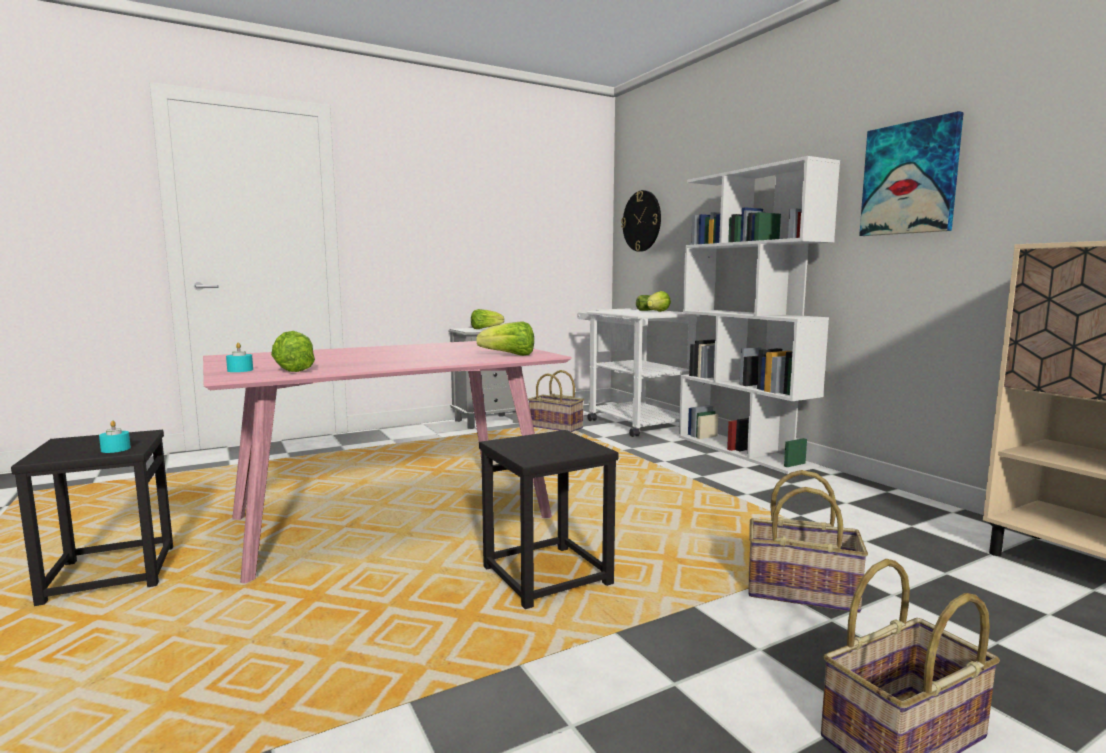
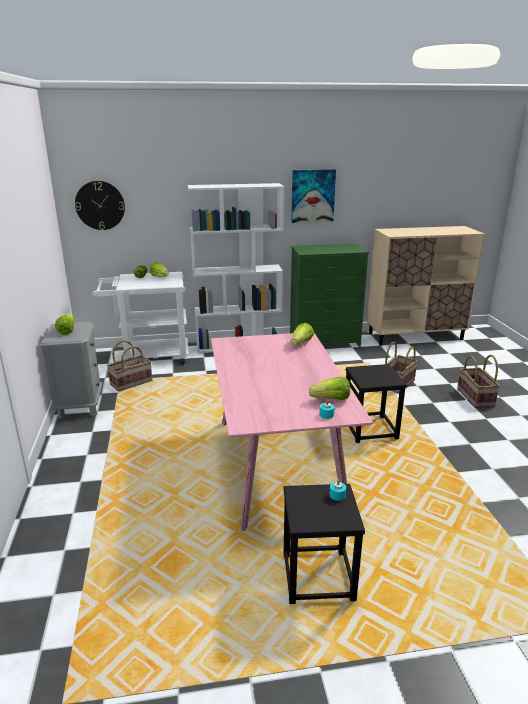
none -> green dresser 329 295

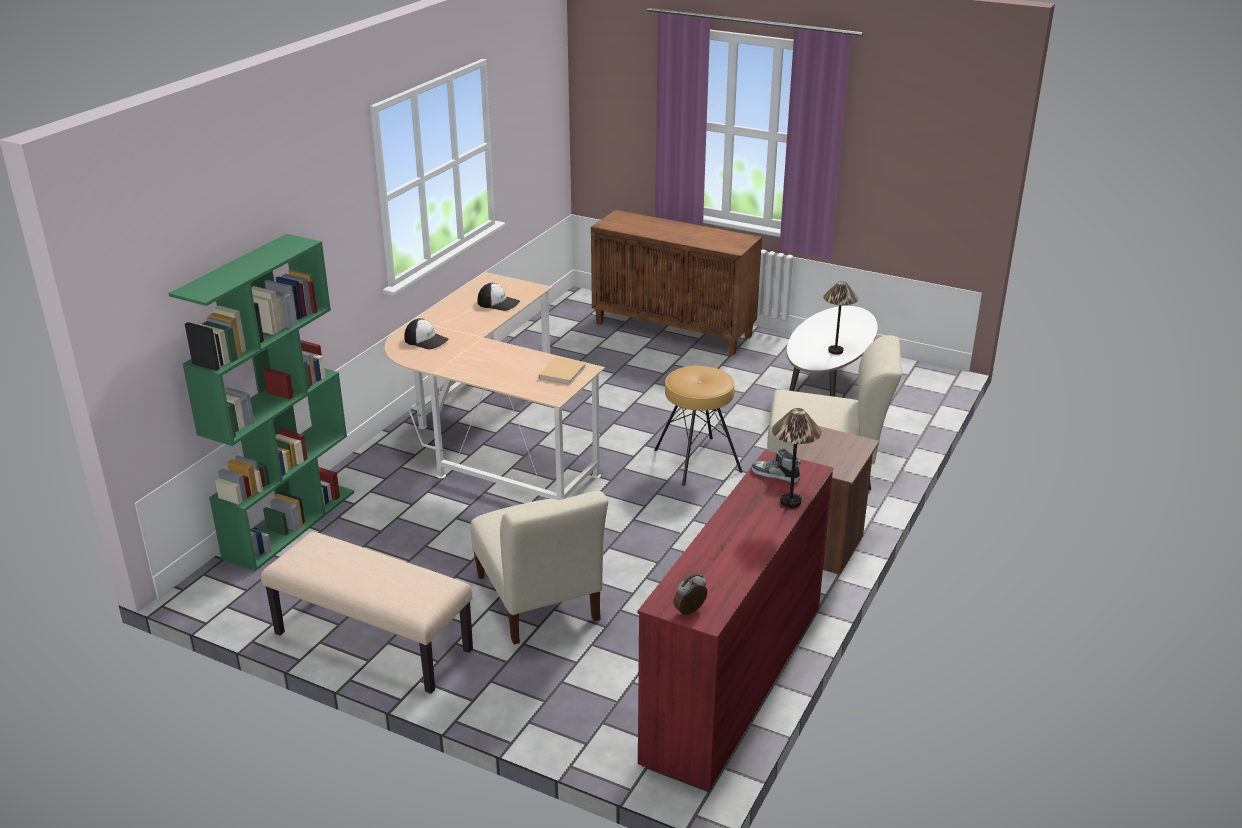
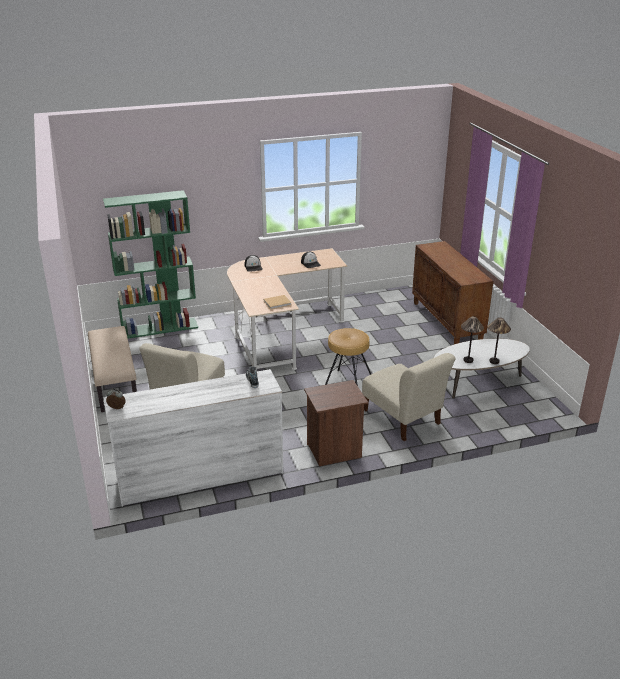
red dresser 735 621 -> white dresser 193 438
table lamp 797 458 -> table lamp 499 340, shifted

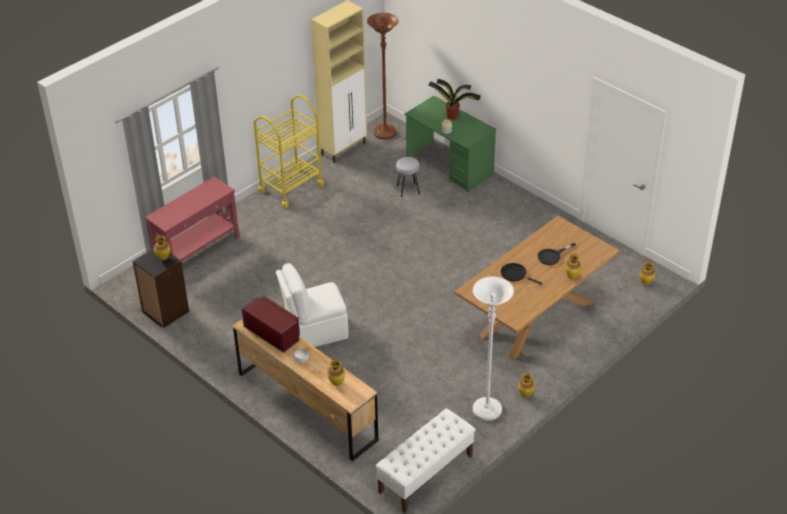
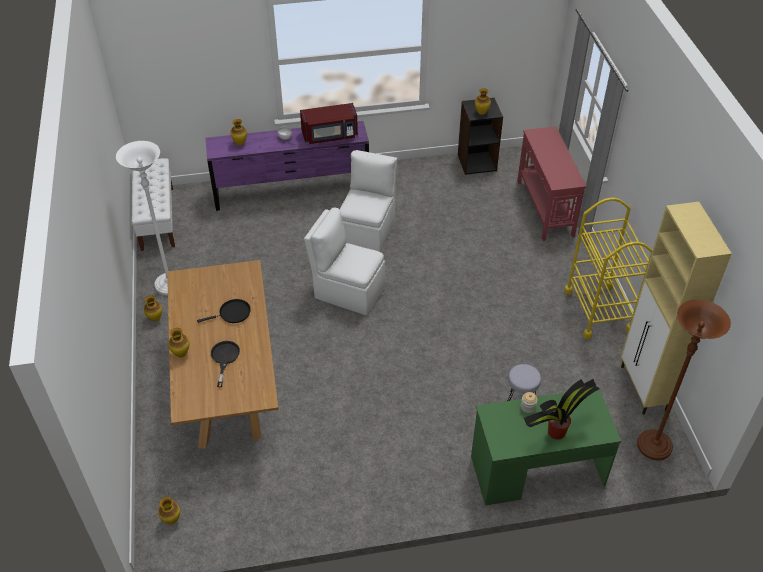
brown dresser 305 390 -> purple dresser 287 166
none -> white chair 344 261

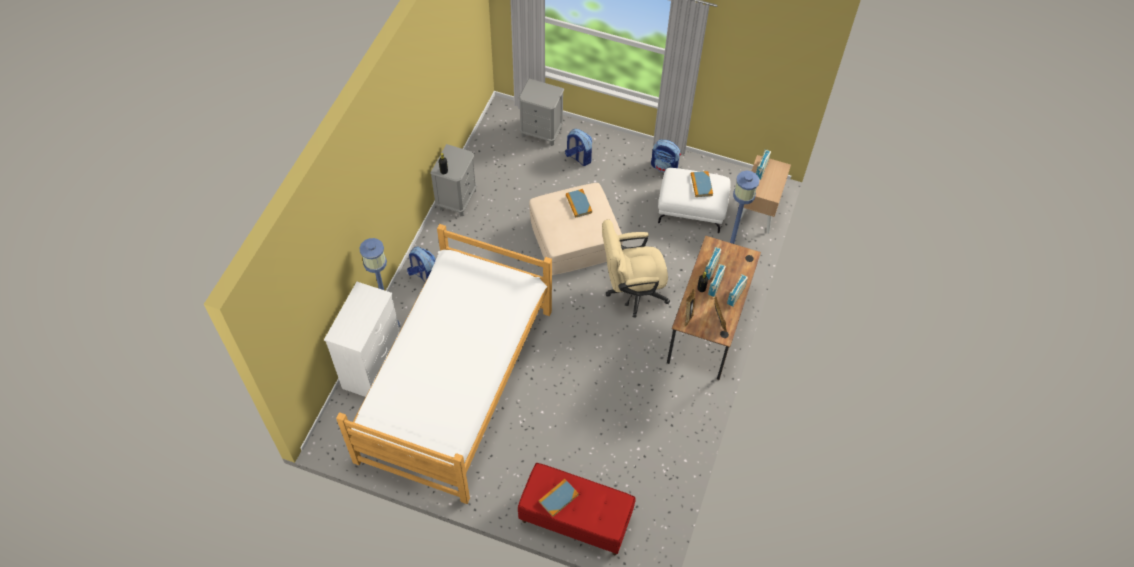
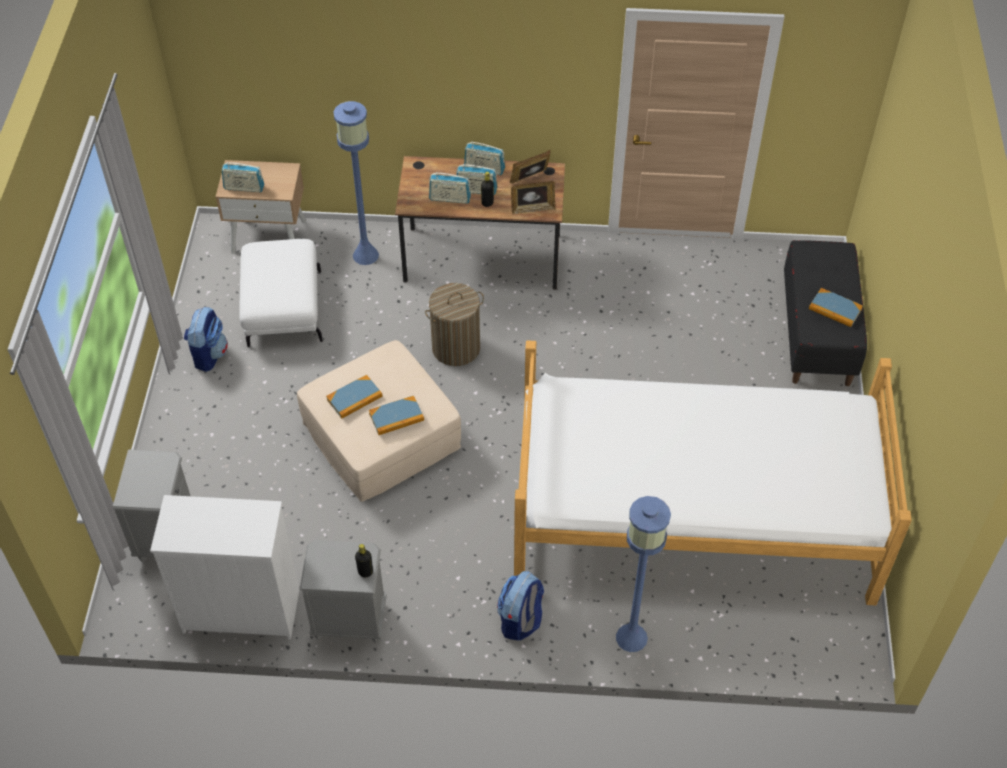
white dresser 362 339 -> white dresser 224 567, shifted
book 702 184 -> book 396 415, shifted
beige office chair 636 268 -> laundry basket 454 324
red bench 577 509 -> black bench 825 313
backpack 578 147 -> none

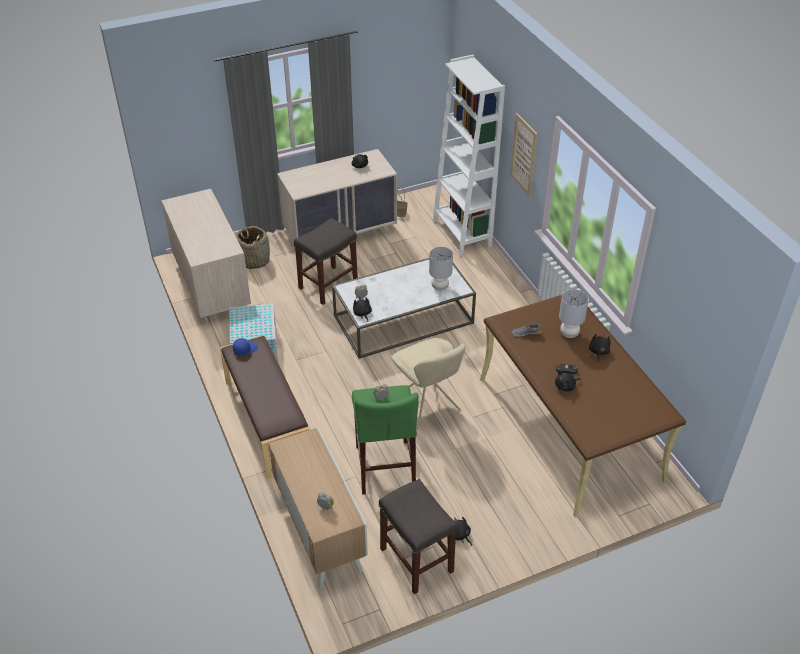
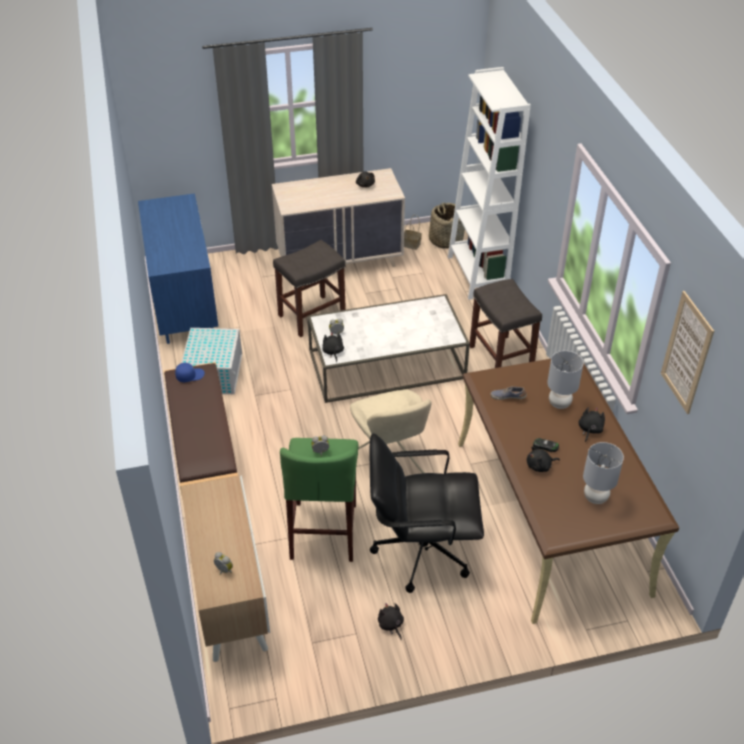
beige dresser 206 256 -> blue dresser 178 268
none -> black office chair 427 513
basket 253 247 -> basket 447 226, shifted
grey stool 418 536 -> grey stool 505 323, shifted
grey table lamp 441 269 -> grey table lamp 603 473, shifted
picture 523 154 -> picture 687 352, shifted

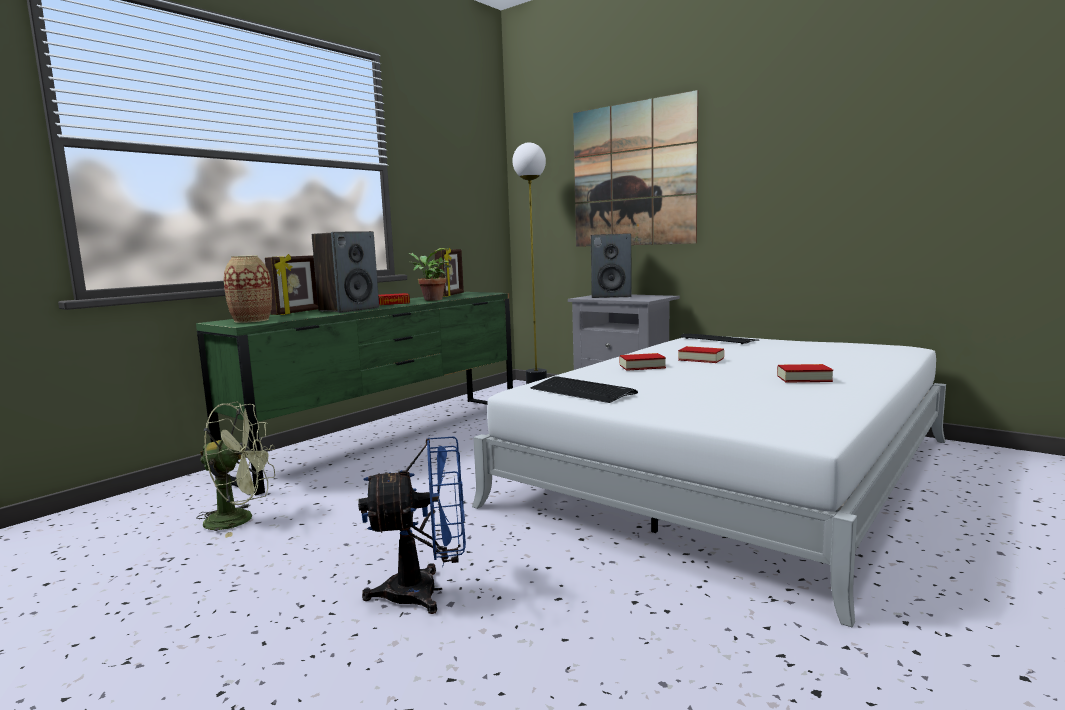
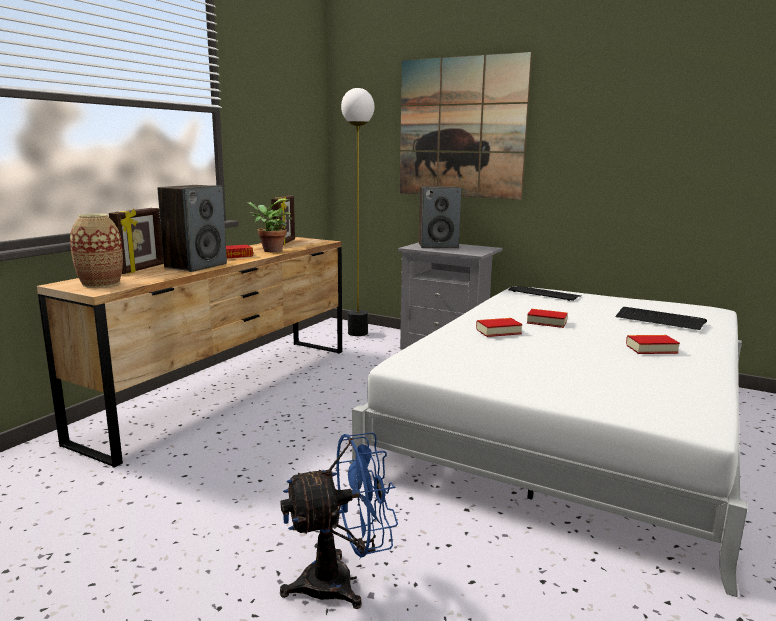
green dresser 354 394 -> brown dresser 189 352
keyboard 584 389 -> keyboard 661 318, shifted
green fan 236 470 -> none

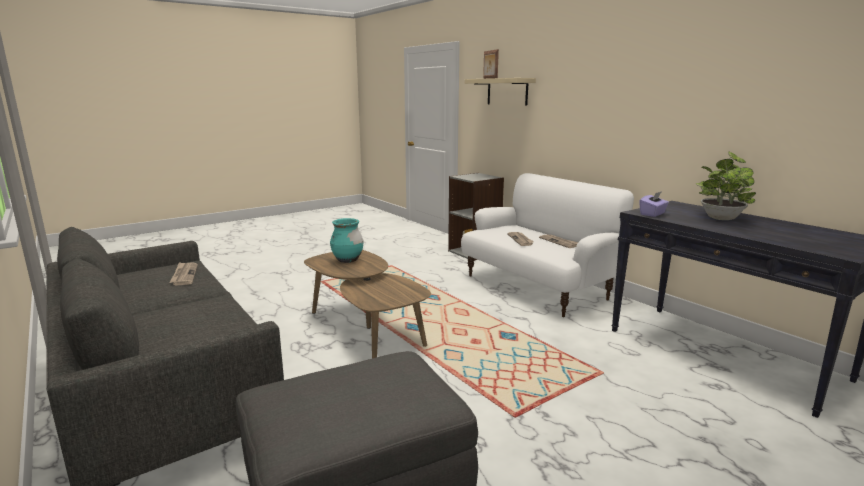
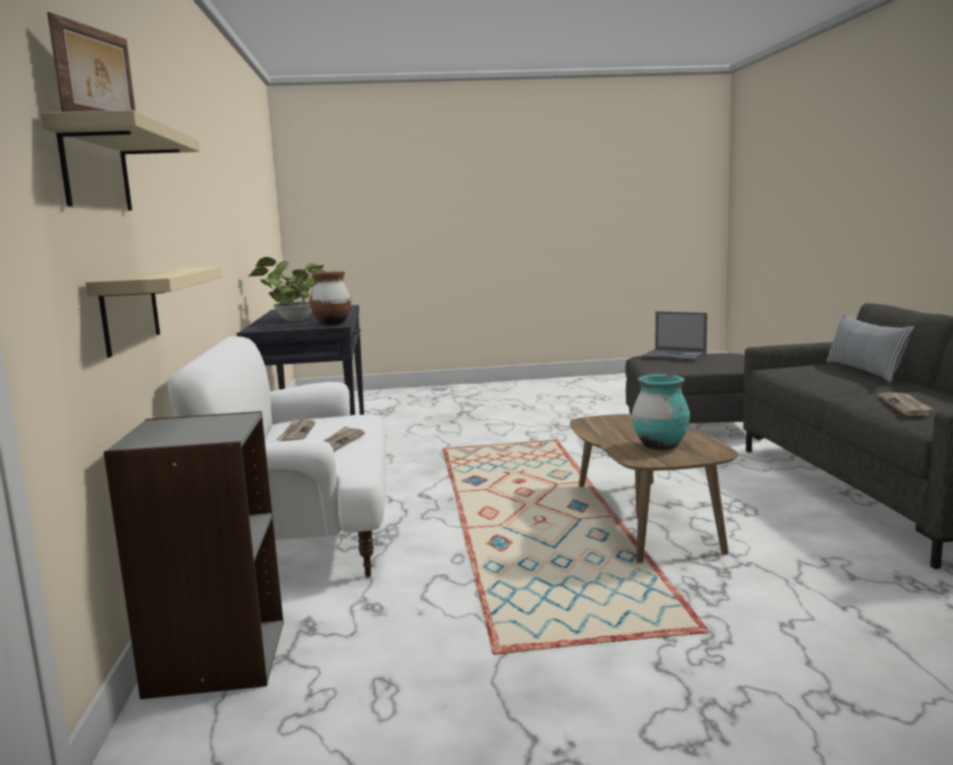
none -> beige shelf 153 312
purple tissue box 654 204 -> brown vase 330 298
none -> laptop 674 335
none -> pillow 870 348

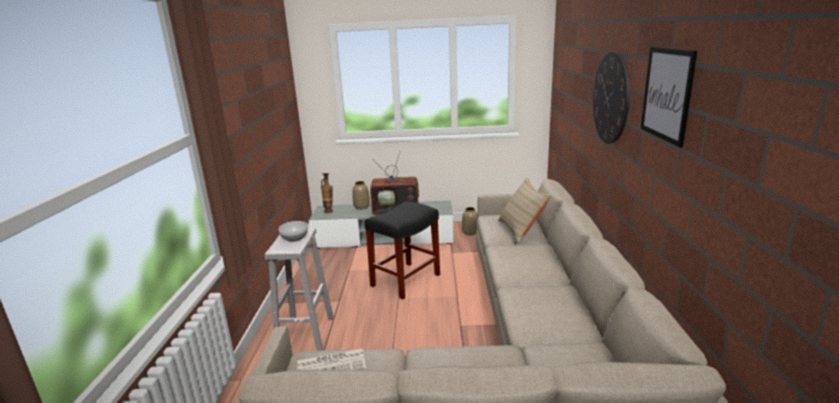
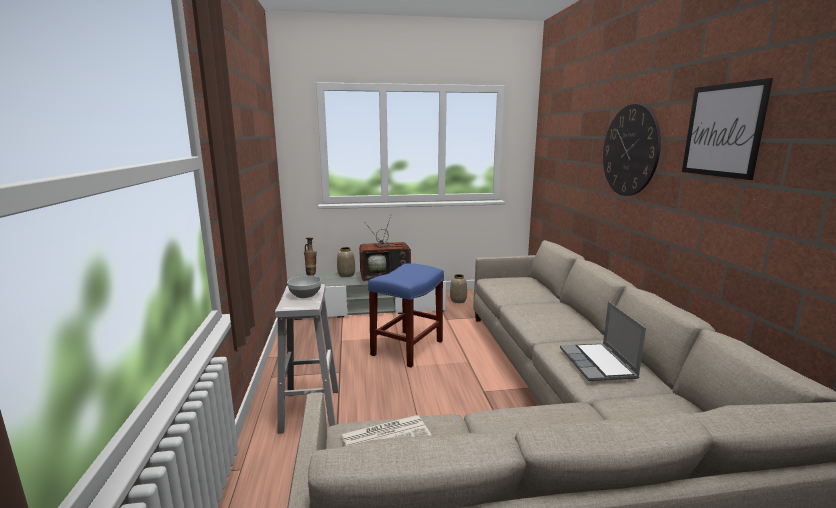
black stool 402 251 -> blue stool 406 315
none -> laptop 603 341
beige pillow 525 210 -> none

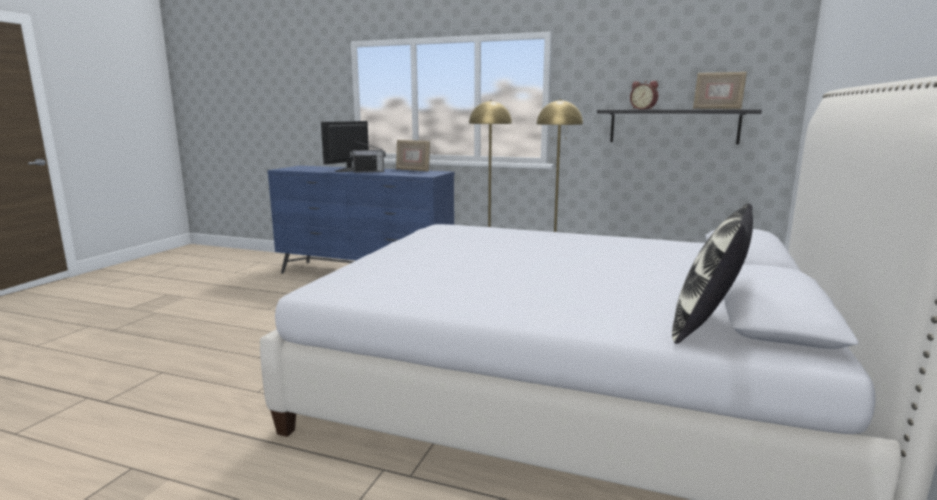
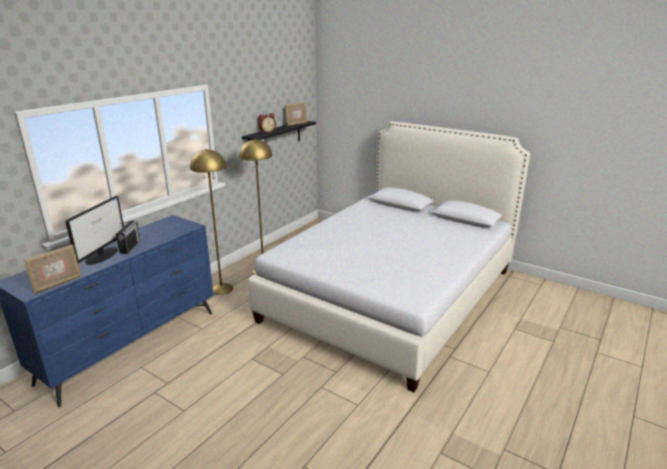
picture frame 413 155 -> picture frame 53 269, shifted
monitor 345 146 -> monitor 94 230, 120 degrees counterclockwise
pillow 712 273 -> none

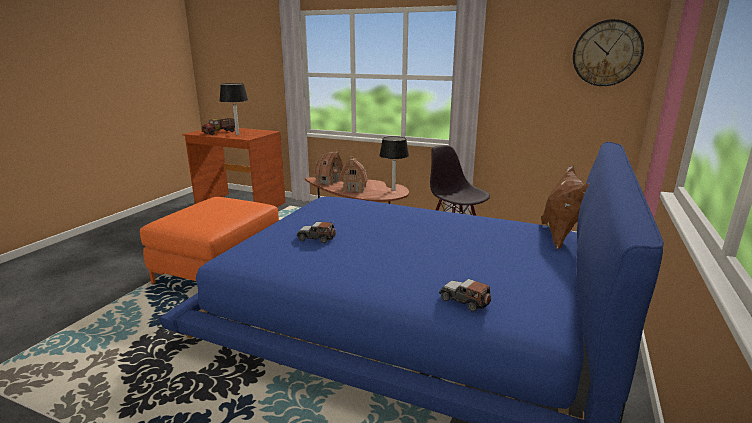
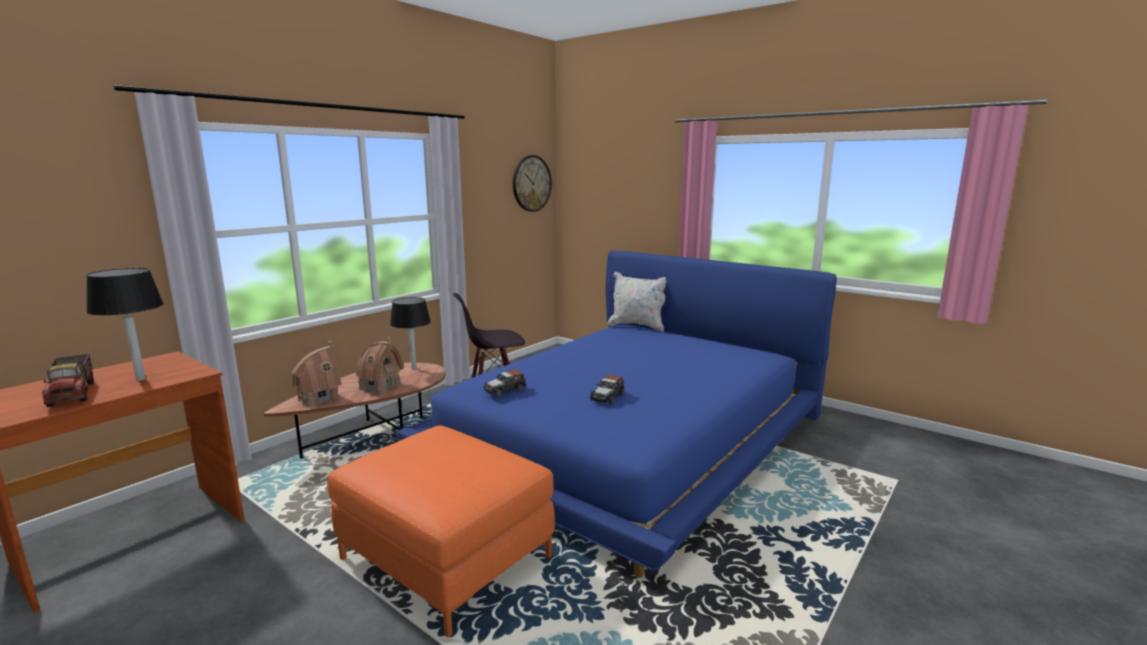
toy car 465 295 -> toy car 504 383, shifted
brown pillow 565 207 -> white pillow 637 302

